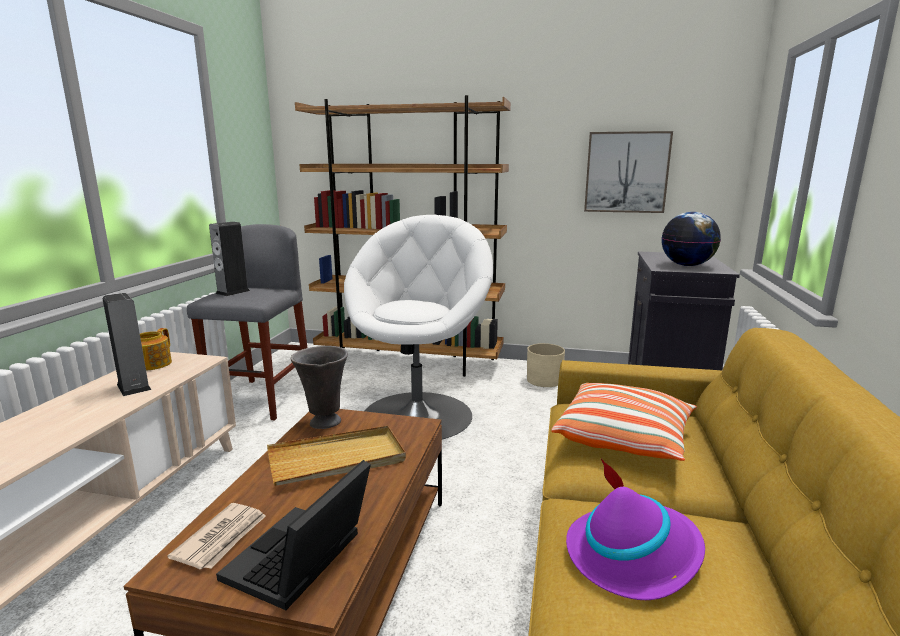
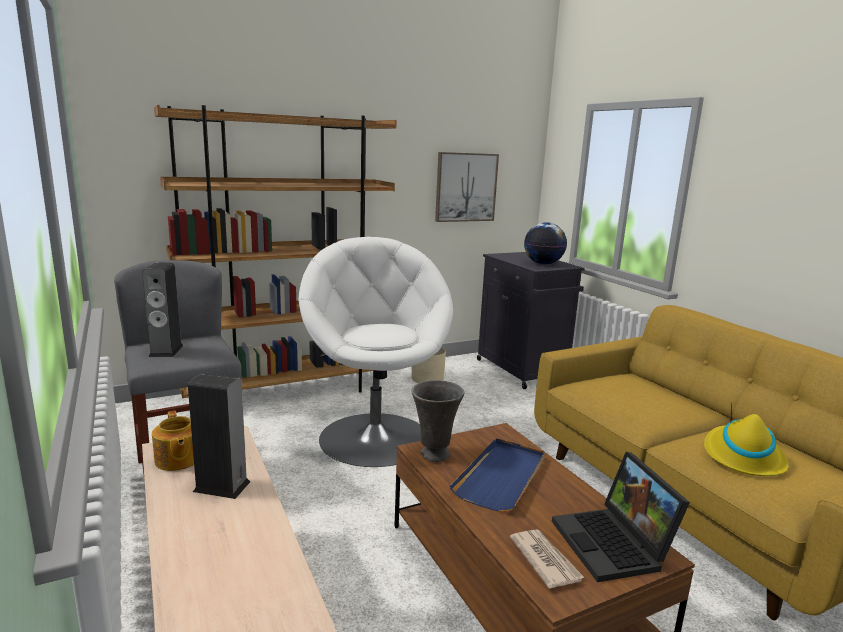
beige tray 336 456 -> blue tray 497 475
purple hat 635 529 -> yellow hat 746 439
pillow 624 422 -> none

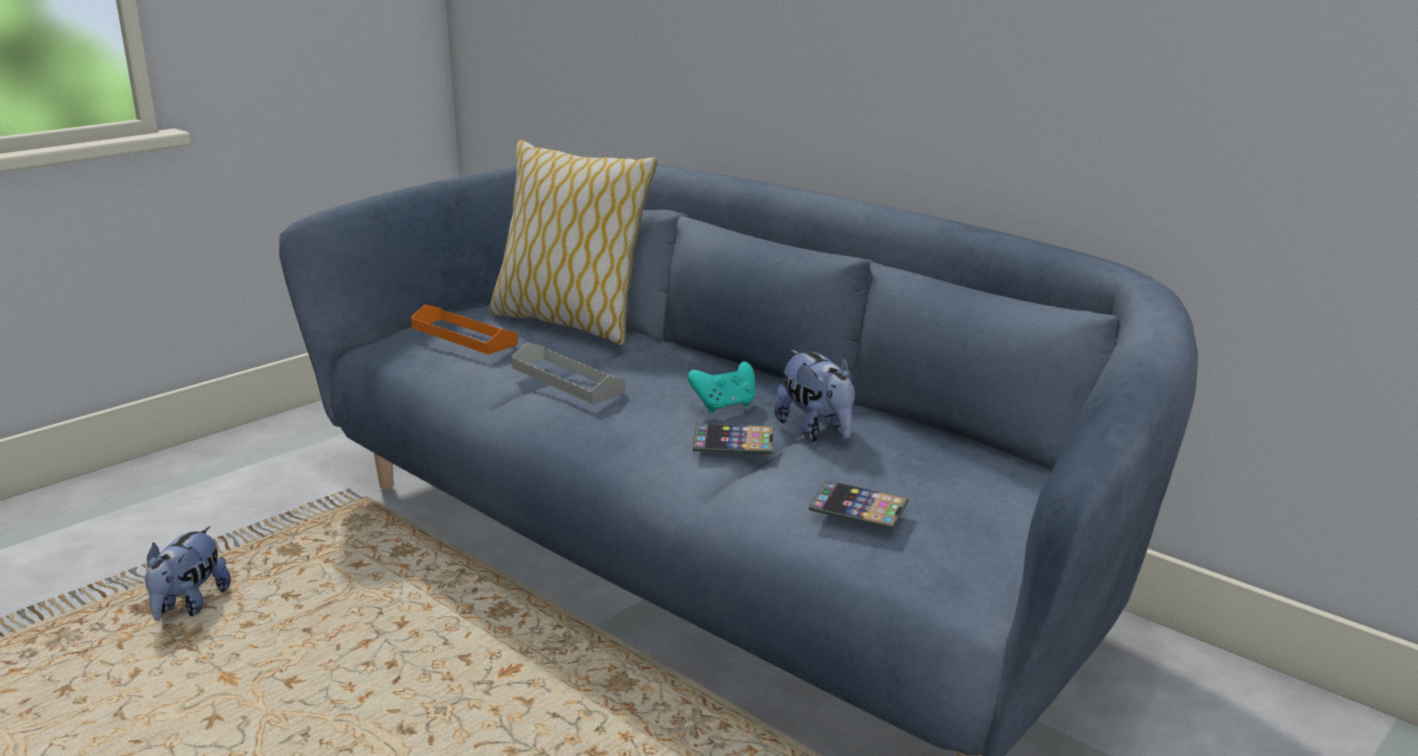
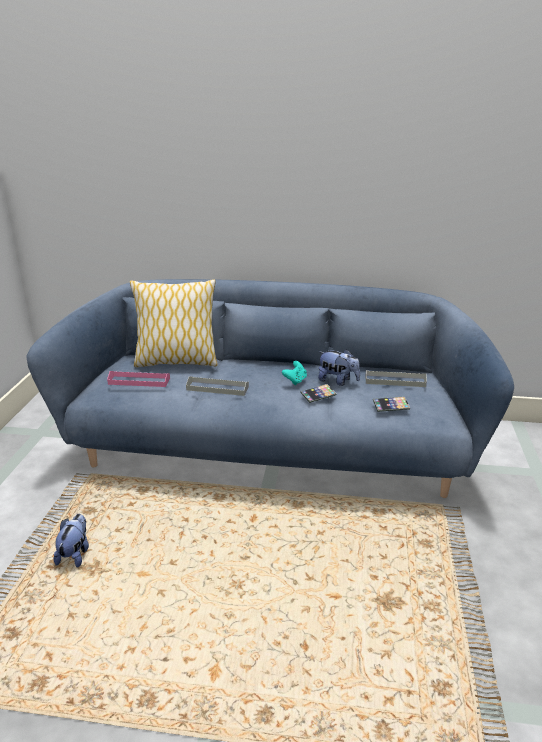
plush toy 188 573 -> plush toy 71 541, 150 degrees counterclockwise
orange tray 464 329 -> pink tray 138 379
none -> grey tray 396 378

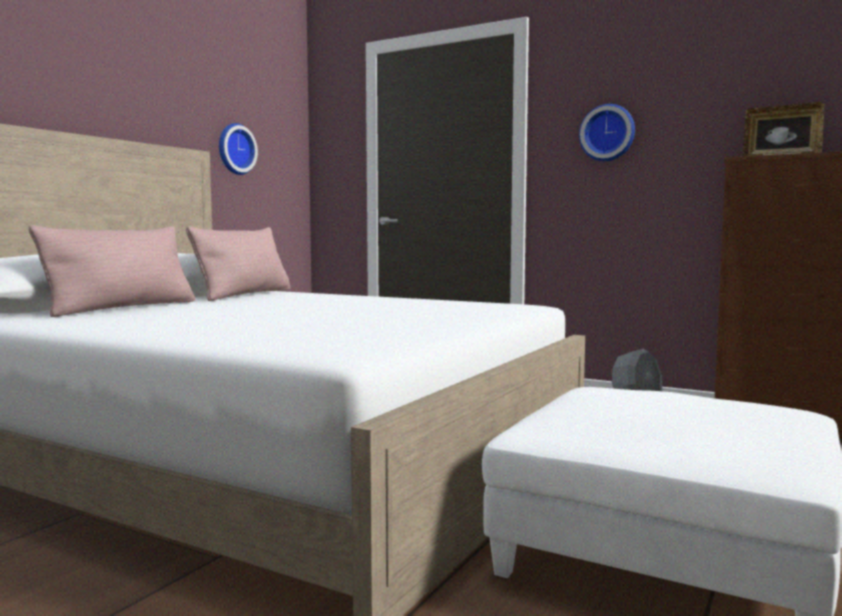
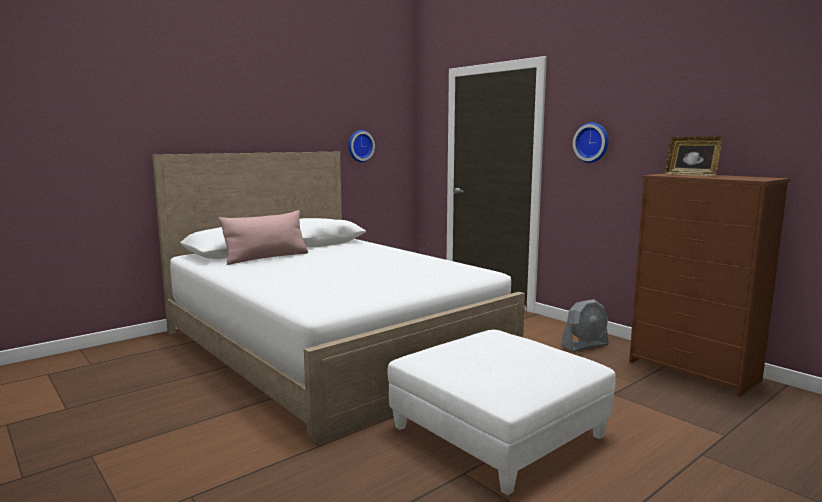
pink pillow 238 263 -> none

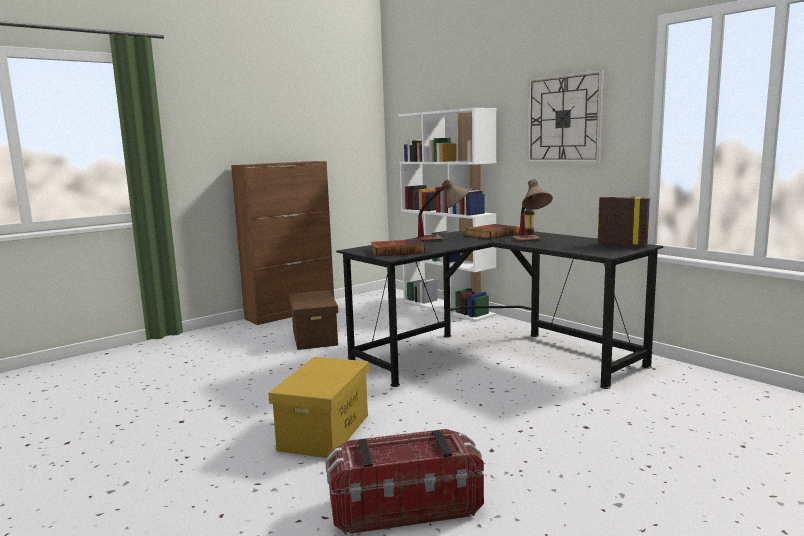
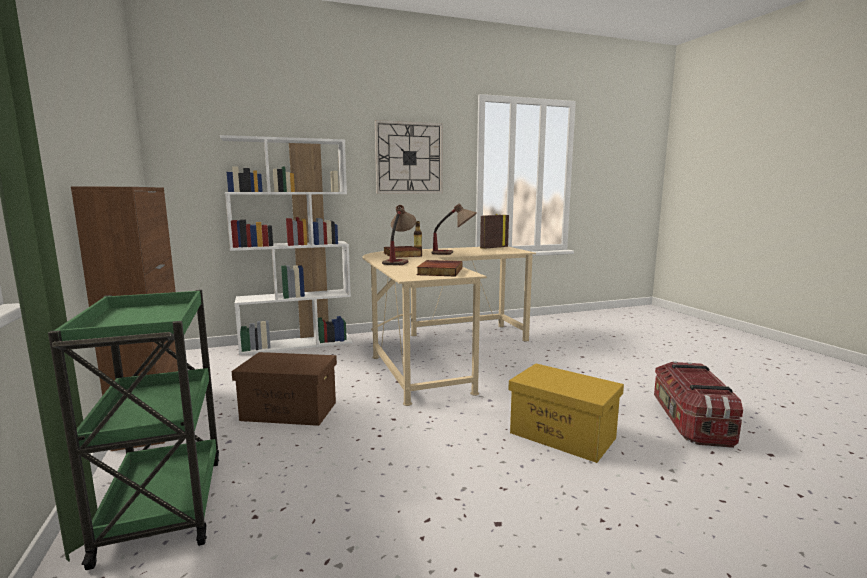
none -> green cart 133 430
black desk 499 309 -> beige desk 449 326

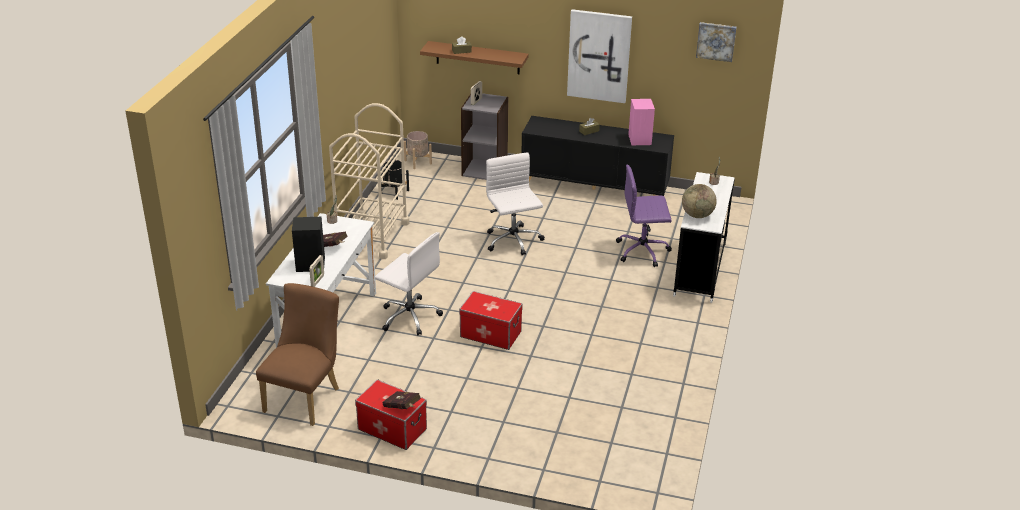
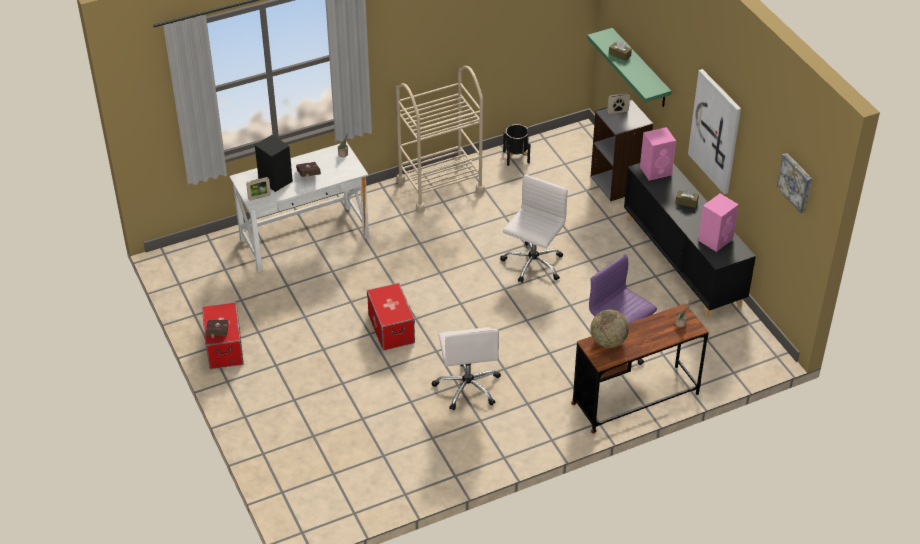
white office chair 409 283 -> white office chair 466 368, shifted
white desk 704 237 -> brown desk 639 368
brown shelf 474 57 -> green shelf 629 67
none -> pink speaker 658 154
brown chair 297 354 -> none
beige planter 418 150 -> none

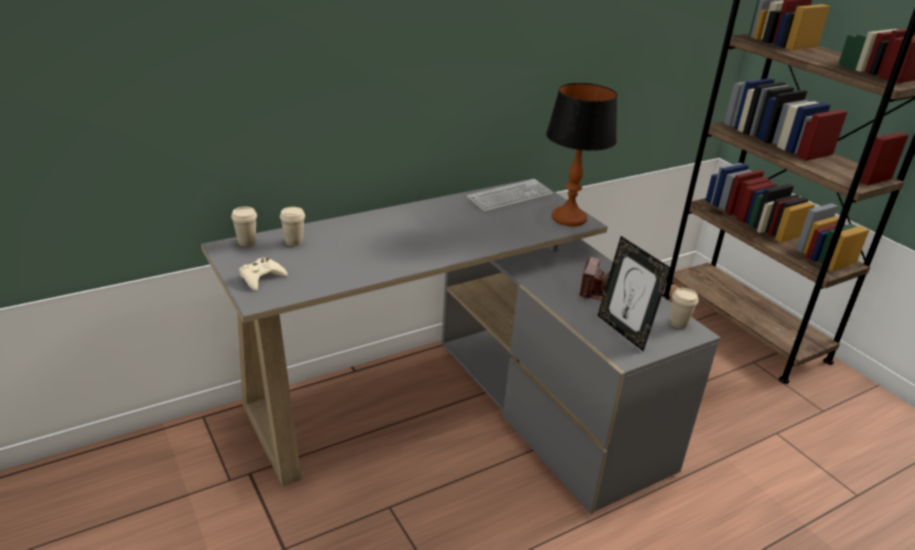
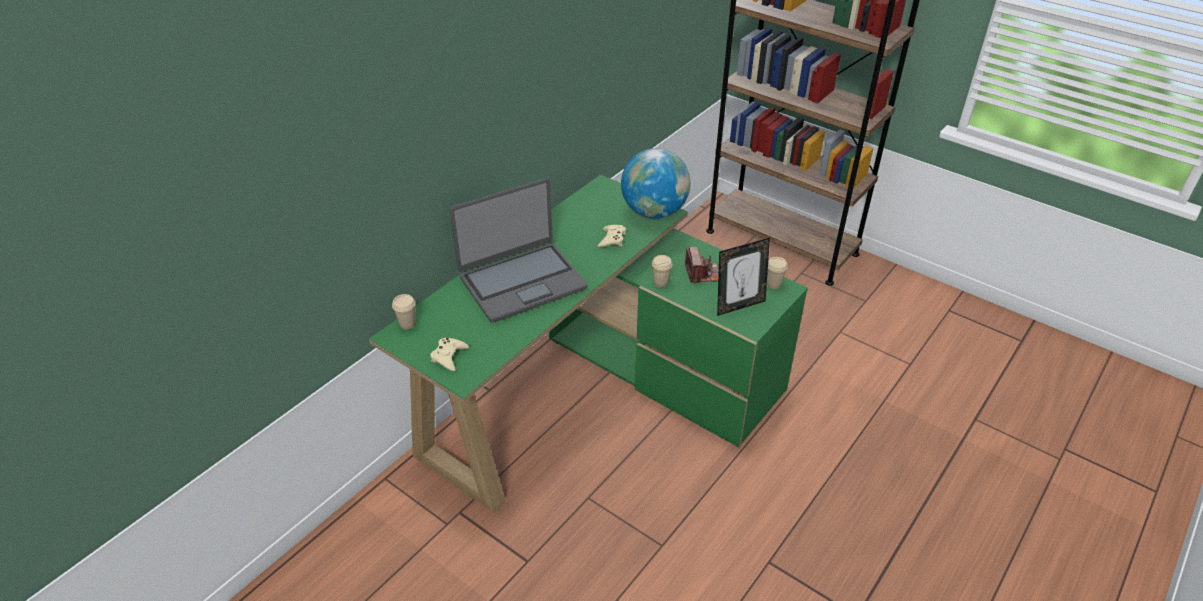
grey desk 461 346 -> green desk 588 344
none -> laptop 519 250
none -> beige game controller 612 236
table lamp 582 154 -> globe 656 183
beige cup 292 226 -> beige cup 662 271, shifted
picture frame 634 293 -> picture frame 743 277, 60 degrees counterclockwise
keyboard 510 195 -> none

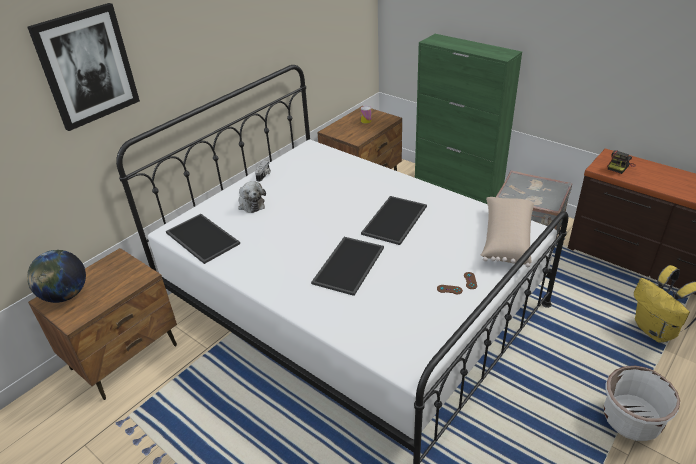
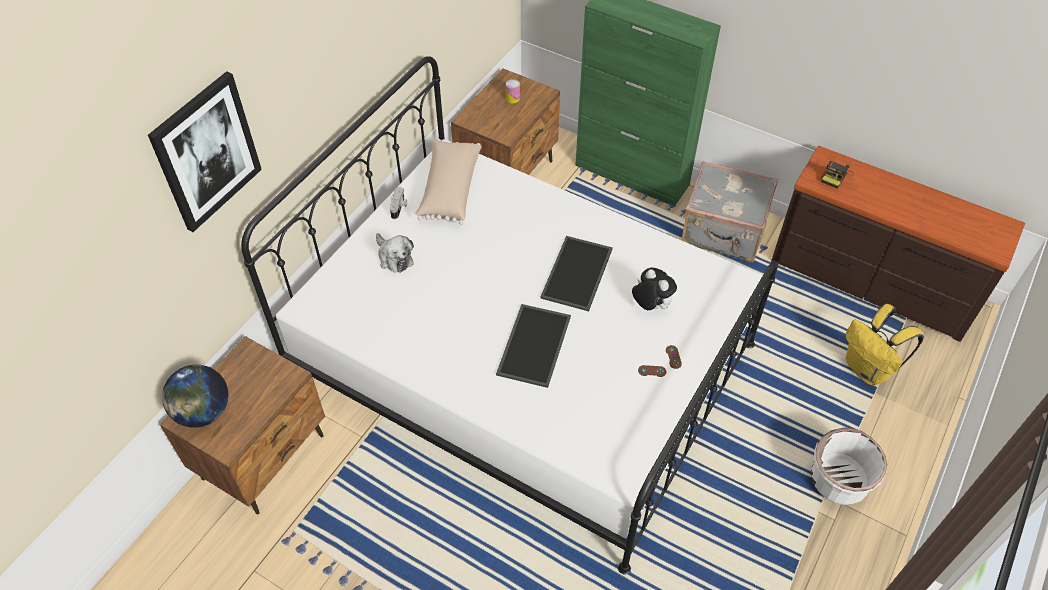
beige pillow 507 232 -> beige pillow 448 182, shifted
none -> plush toy 654 289
tray 203 239 -> none

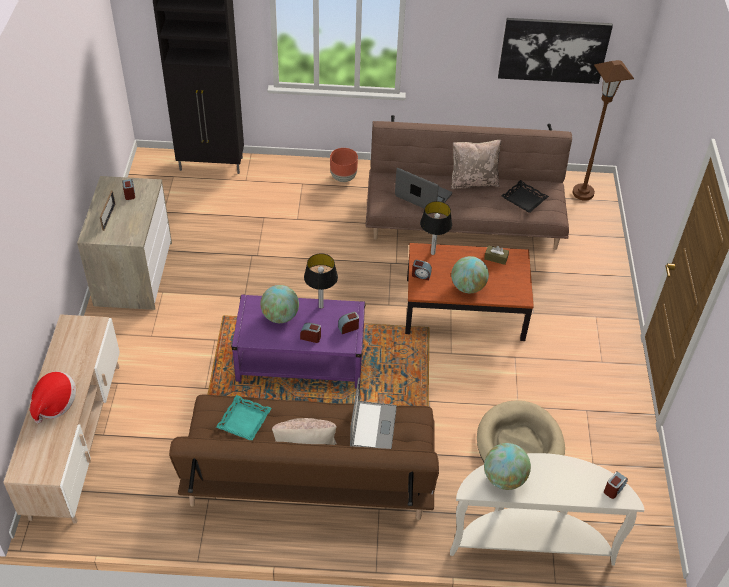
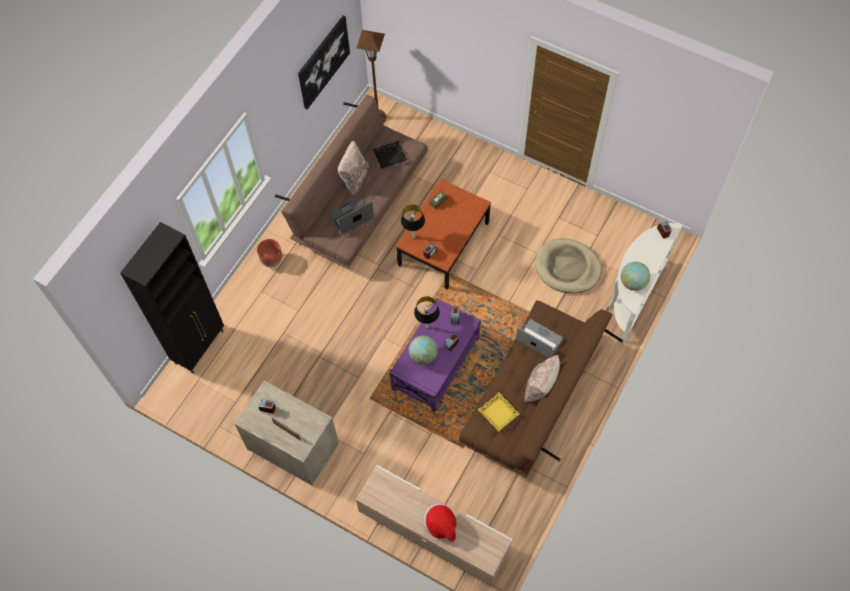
turquoise tray 244 417 -> yellow tray 499 412
globe 470 274 -> none

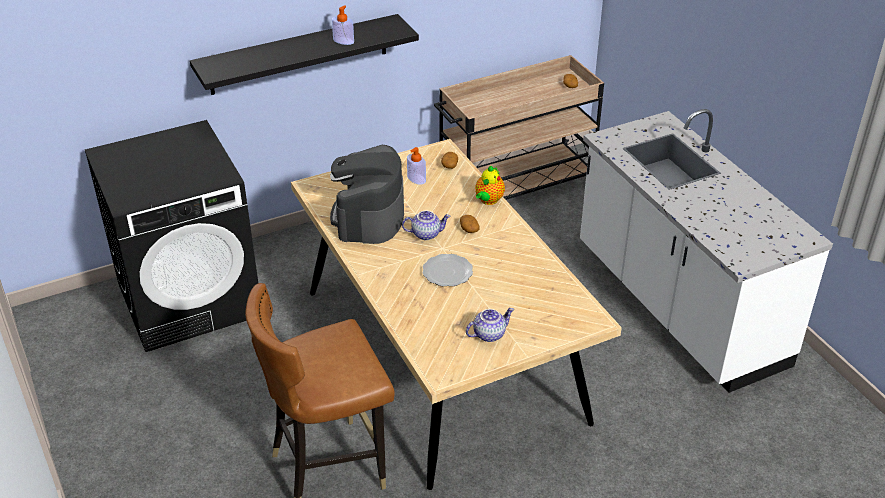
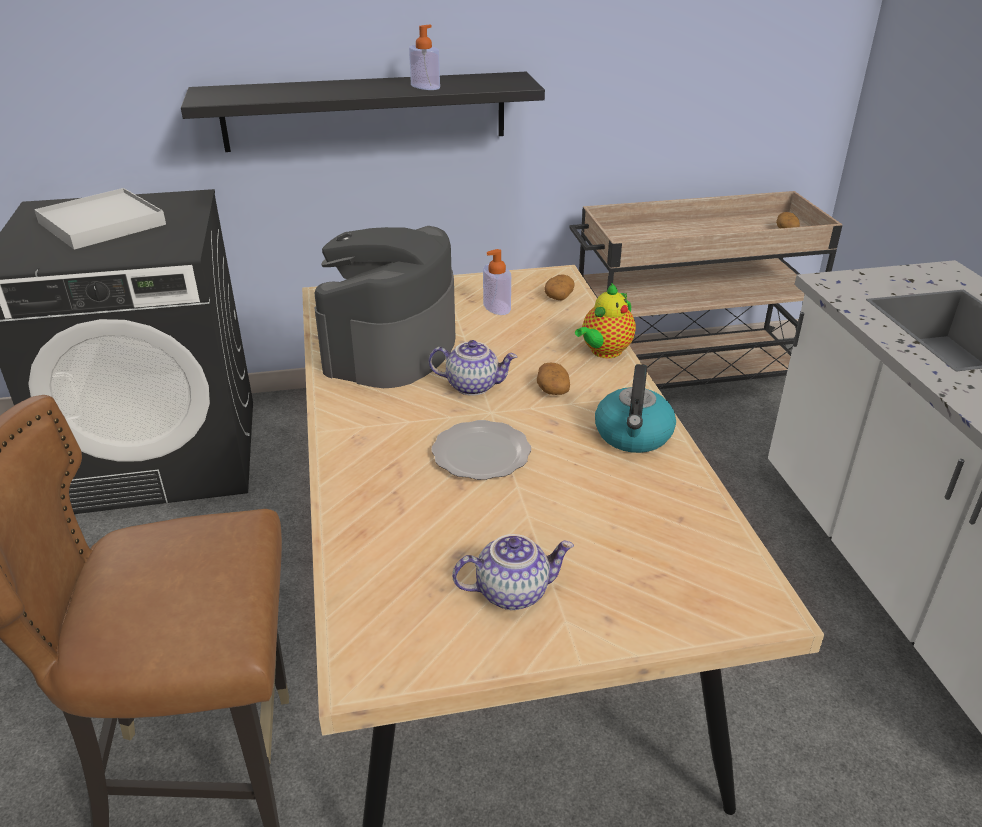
none -> white tray 100 219
none -> kettle 635 408

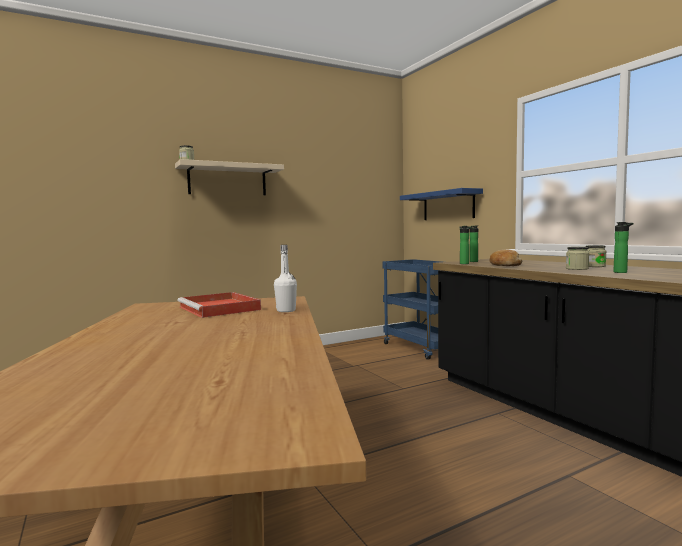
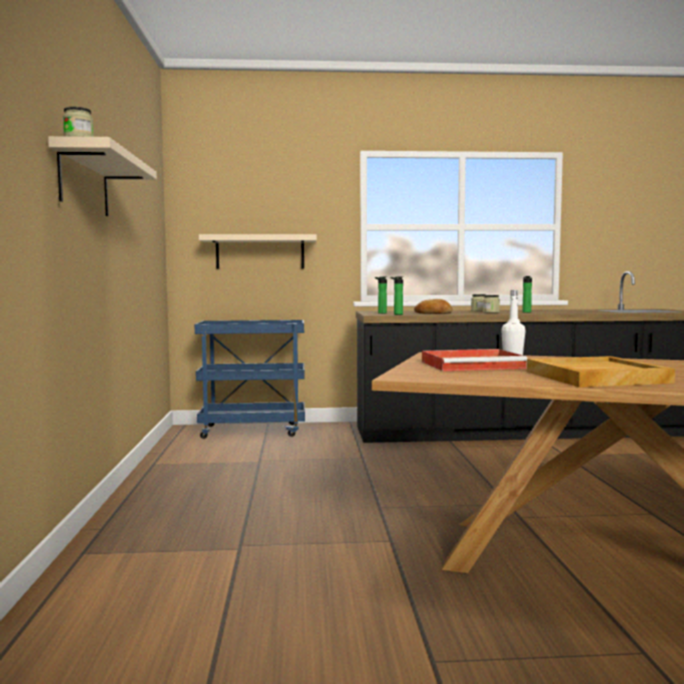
blue shelf 441 204 -> beige shelf 258 251
none -> beige tray 601 371

